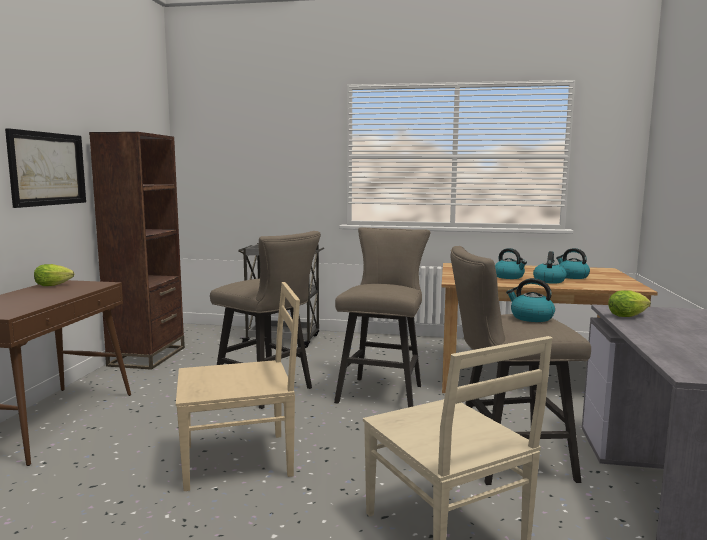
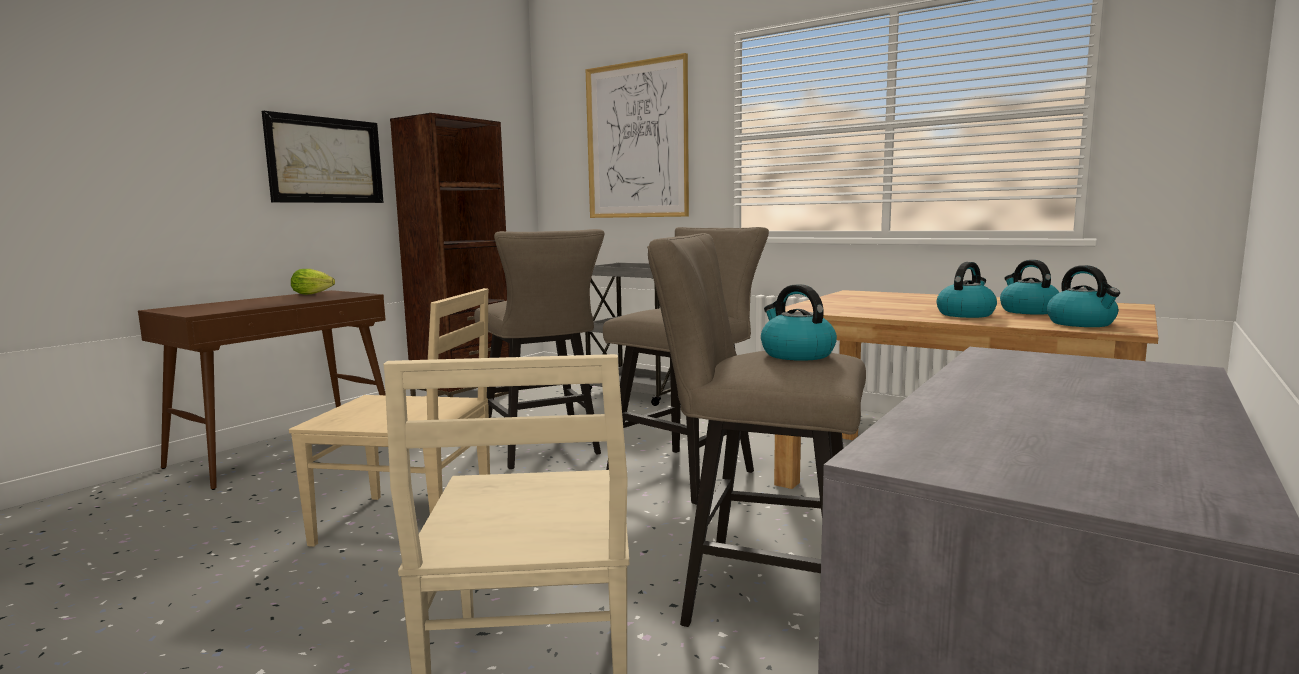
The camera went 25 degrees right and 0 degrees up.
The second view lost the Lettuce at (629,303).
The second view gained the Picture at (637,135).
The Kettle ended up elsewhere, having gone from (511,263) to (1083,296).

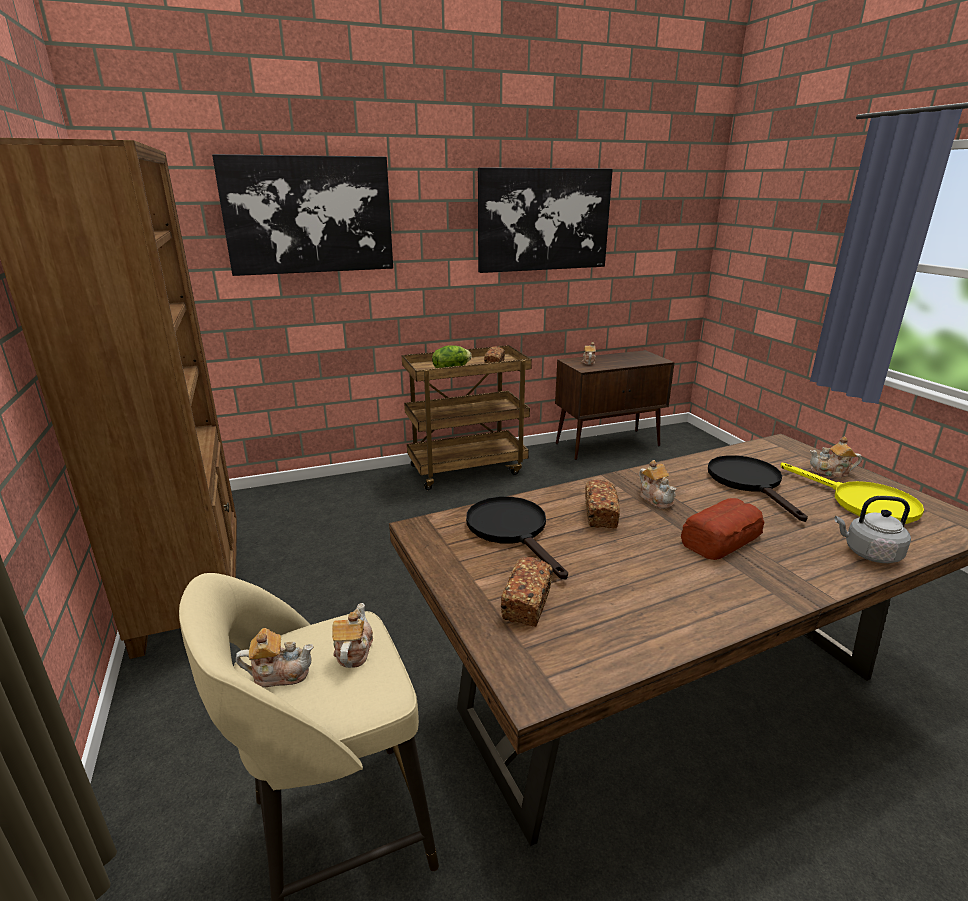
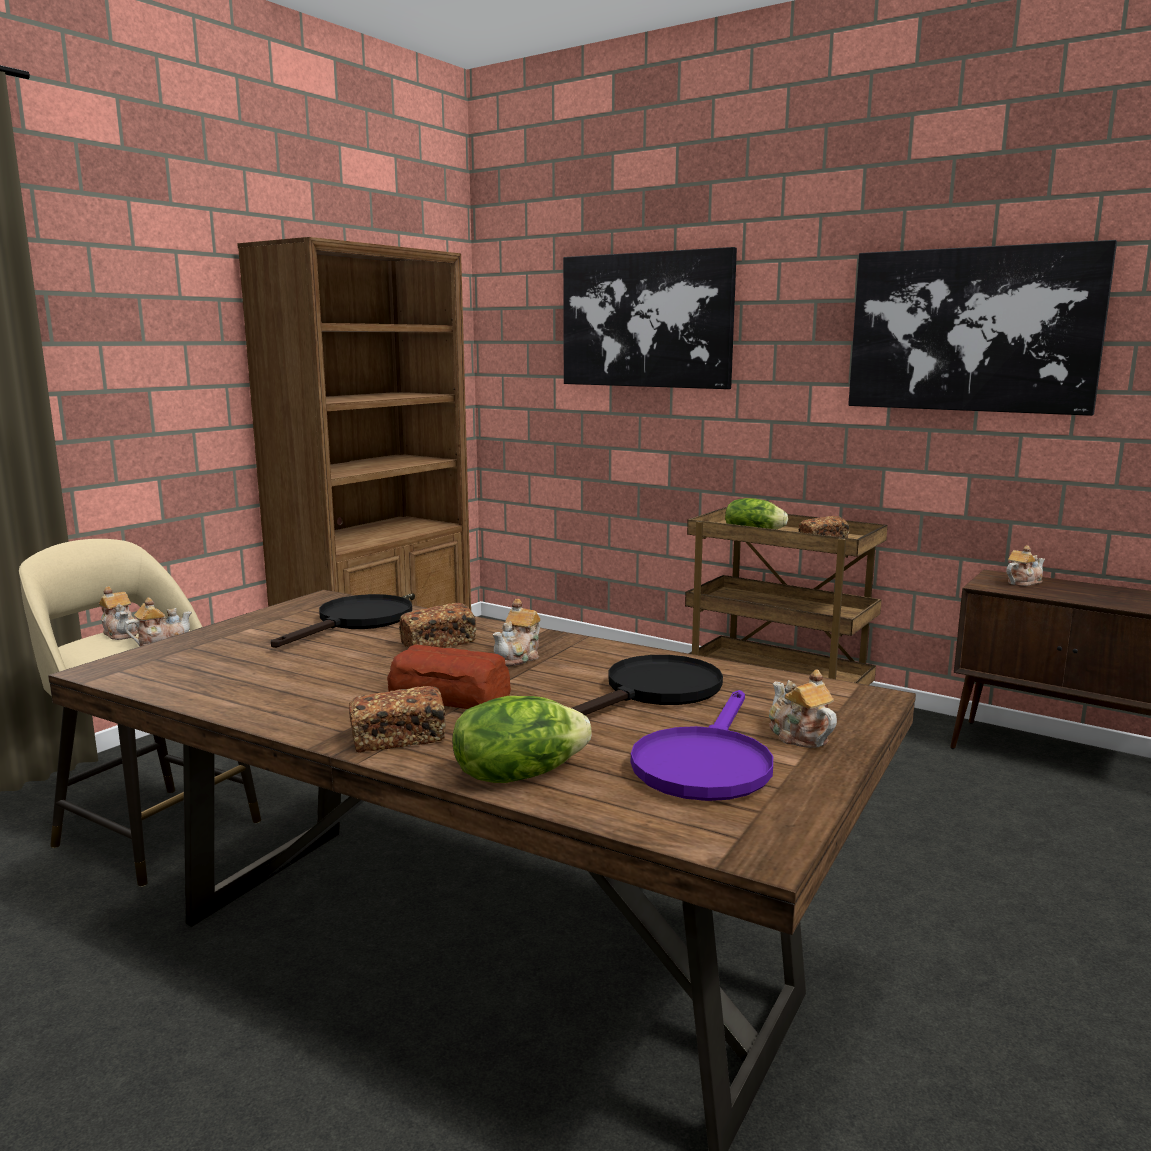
The camera went 55 degrees right and 10 degrees down.
The Bread ended up elsewhere, having gone from (527,591) to (397,719).
Where the GreyKettle stood at (872,529), the Lettuce came to stand at (522,739).
What was the YellowFryingPan at (852,493) turned into the PurpleFryingPan at (702,745).

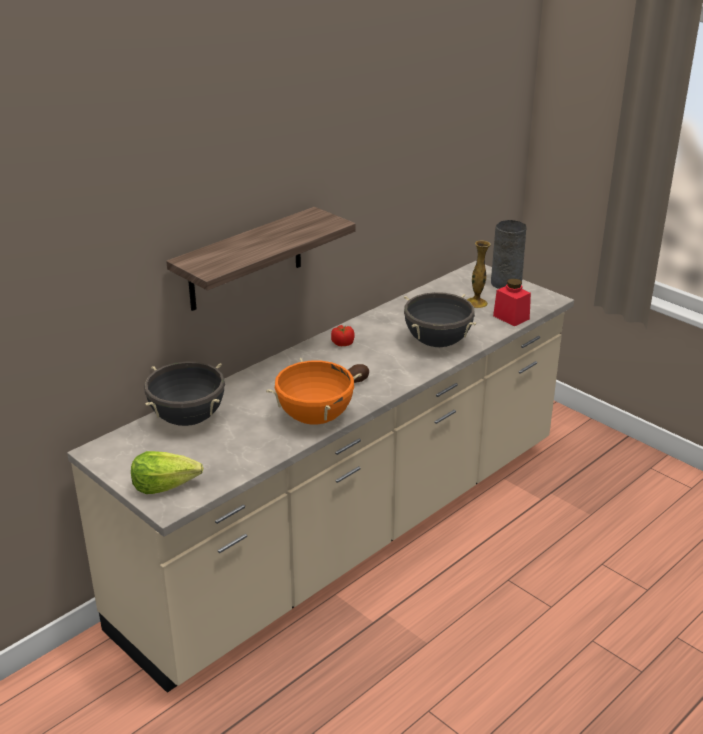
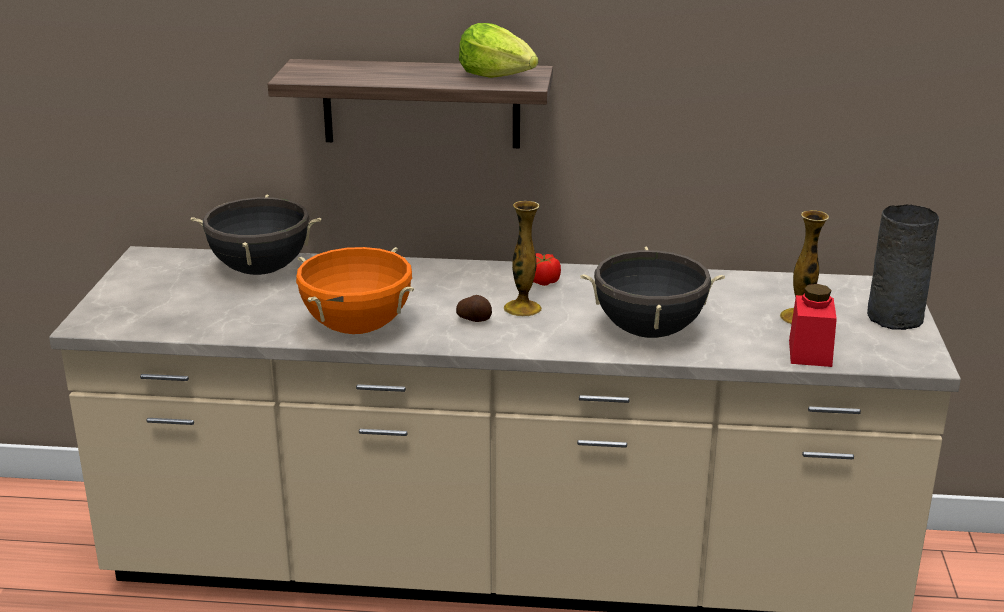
The camera went 50 degrees right and 5 degrees down.
The second view gained the Vase at (523,259).
The Lettuce ended up elsewhere, having gone from (167,472) to (498,50).

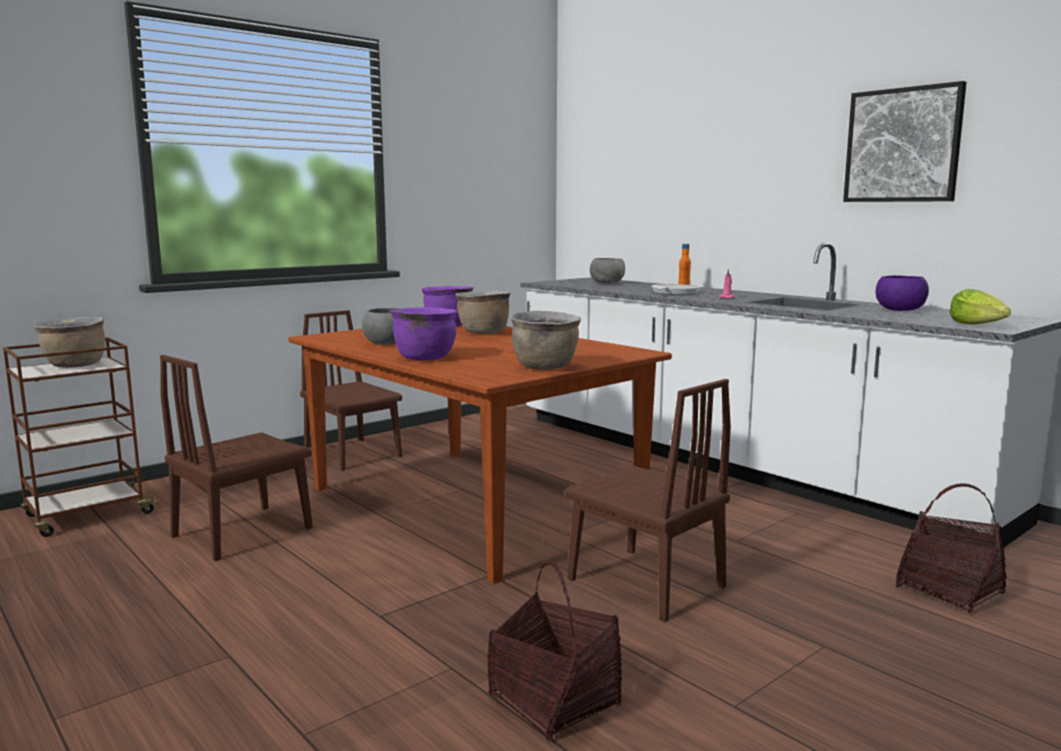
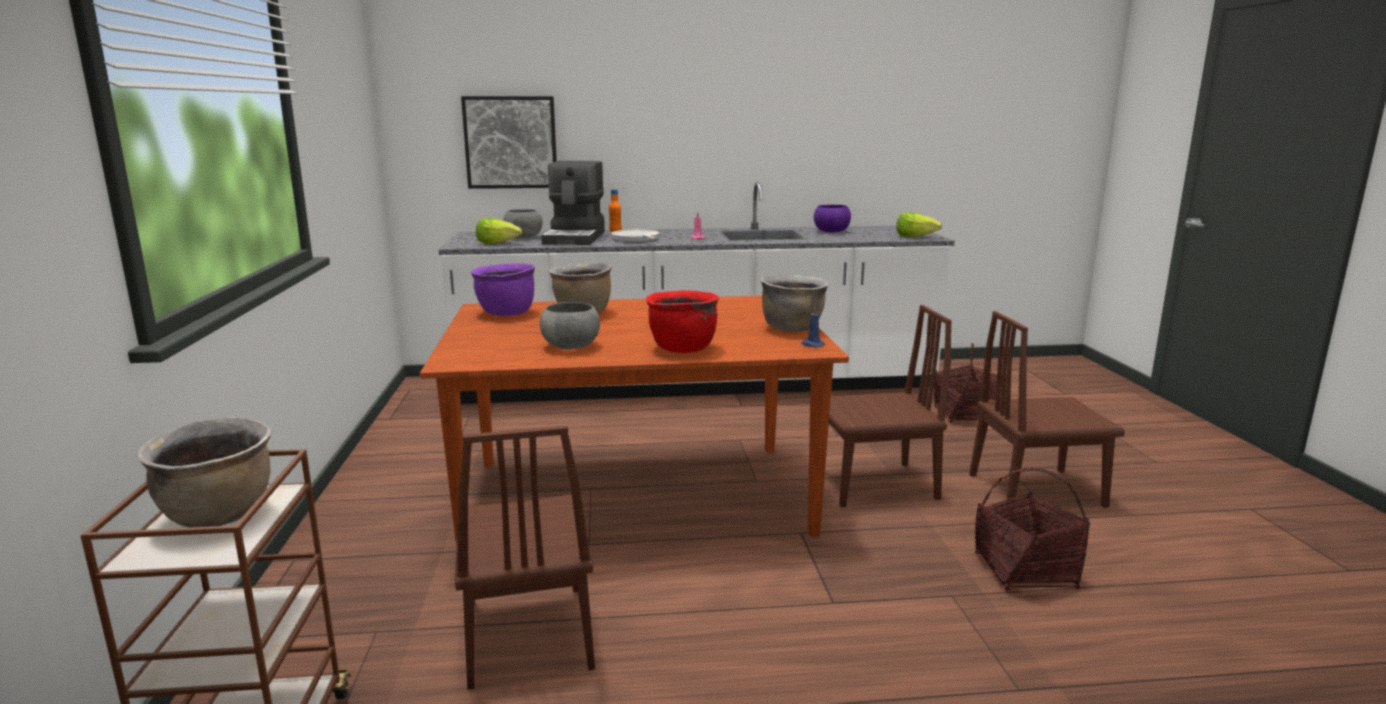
The camera went 55 degrees left and 5 degrees up.
The second view gained the Lettuce at (499,231).
The second view gained the CoffeeMachine at (573,203).
The second view gained the BlueCandle at (813,326).
The BrownChair ended up elsewhere, having gone from (351,390) to (1047,412).
The Picture ended up elsewhere, having gone from (905,141) to (509,142).
What was the PurpleCookingPot at (424,334) turned into the RedCookingPot at (682,321).

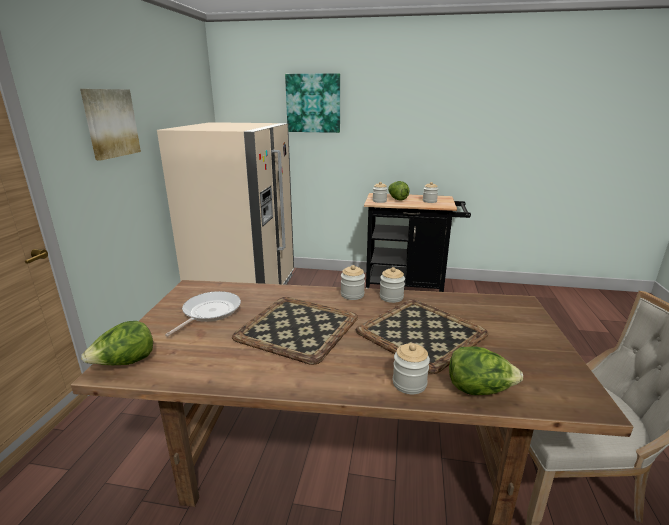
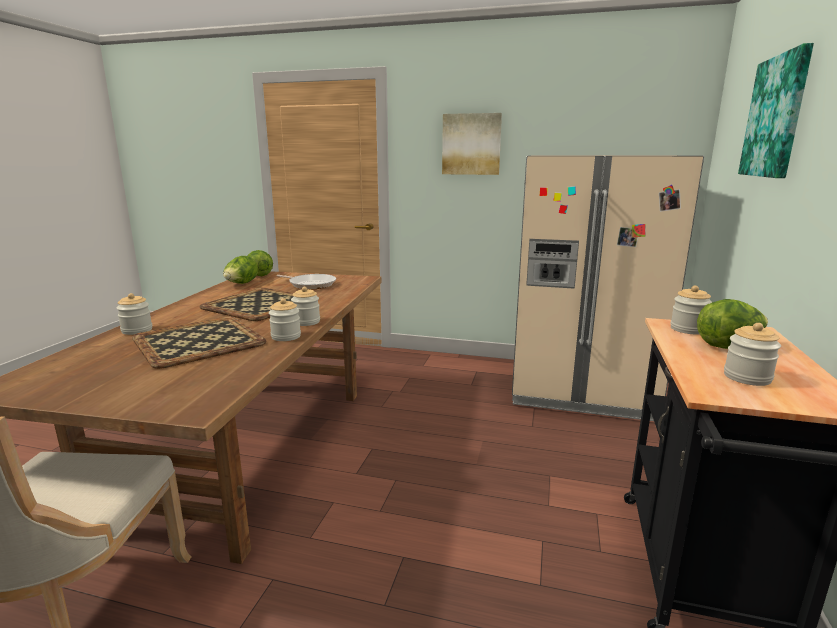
The camera went 95 degrees right and 5 degrees down.
The Lettuce ended up elsewhere, having gone from (486,370) to (240,270).

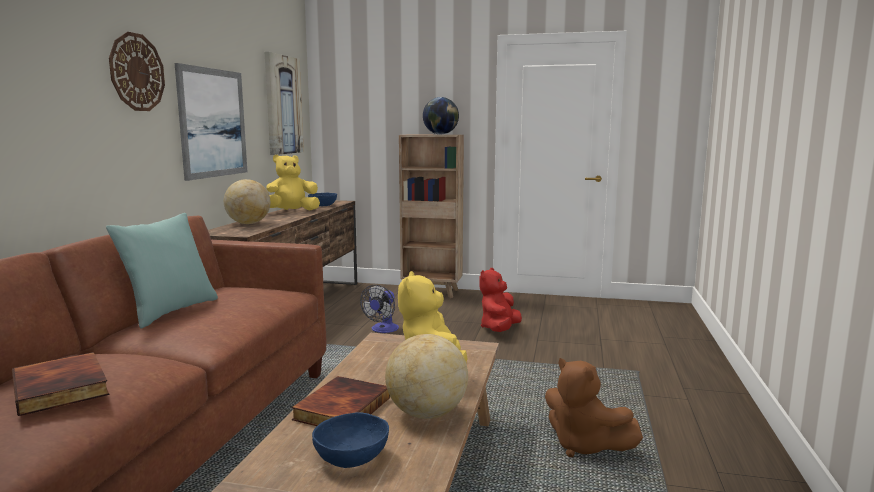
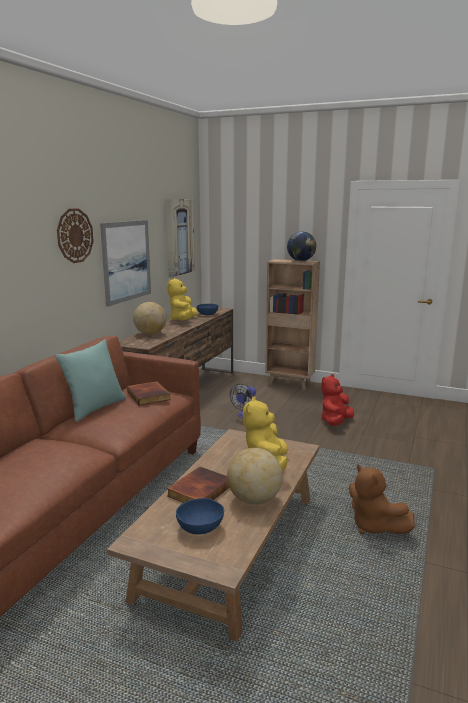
The camera went 10 degrees right and 5 degrees up.
The Book ended up elsewhere, having gone from (60,384) to (149,393).
The YellowPlushToy at (293,182) ended up facing another way, 60 degrees counterclockwise from before.

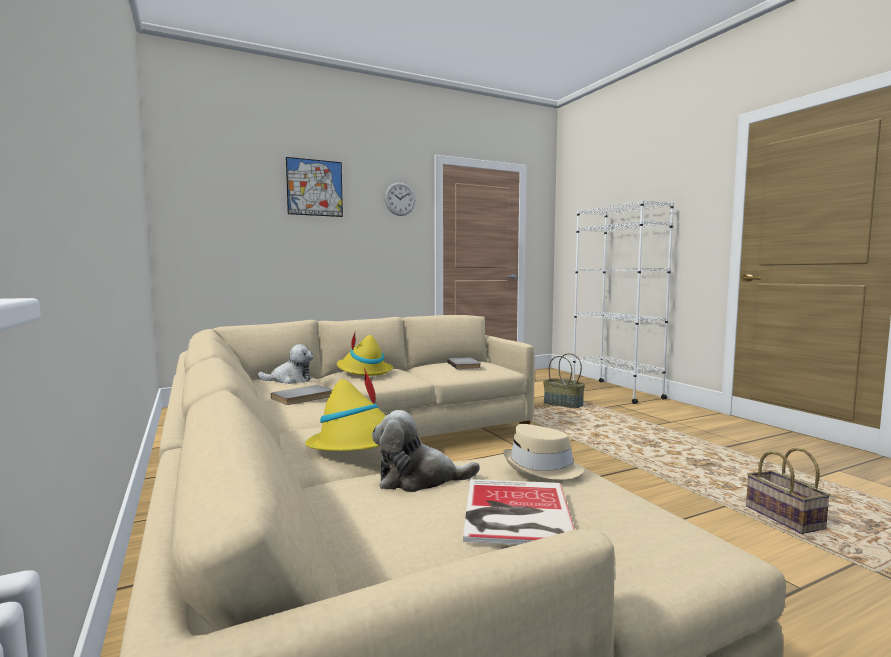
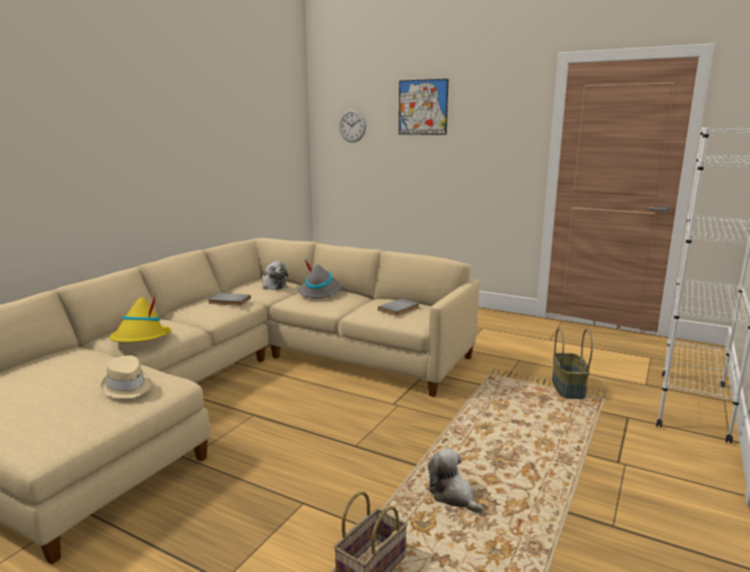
The camera went 55 degrees right and 10 degrees up.
The second view lost the Book at (519,512).
The PlushToy ended up elsewhere, having gone from (426,451) to (455,481).
The WallClock ended up elsewhere, having gone from (399,199) to (352,126).
What was the YellowHat at (365,354) turned into the GreyHat at (319,279).

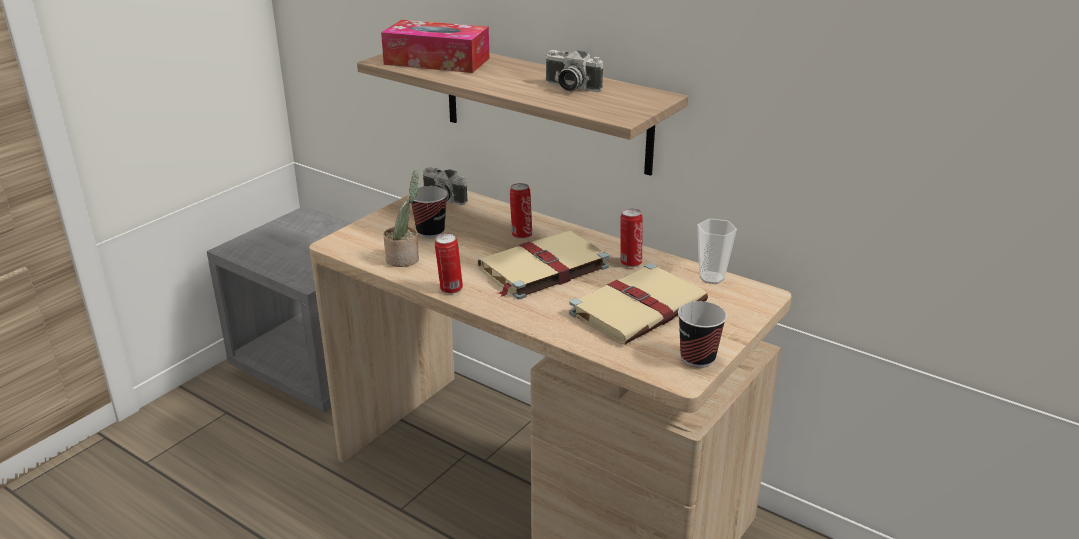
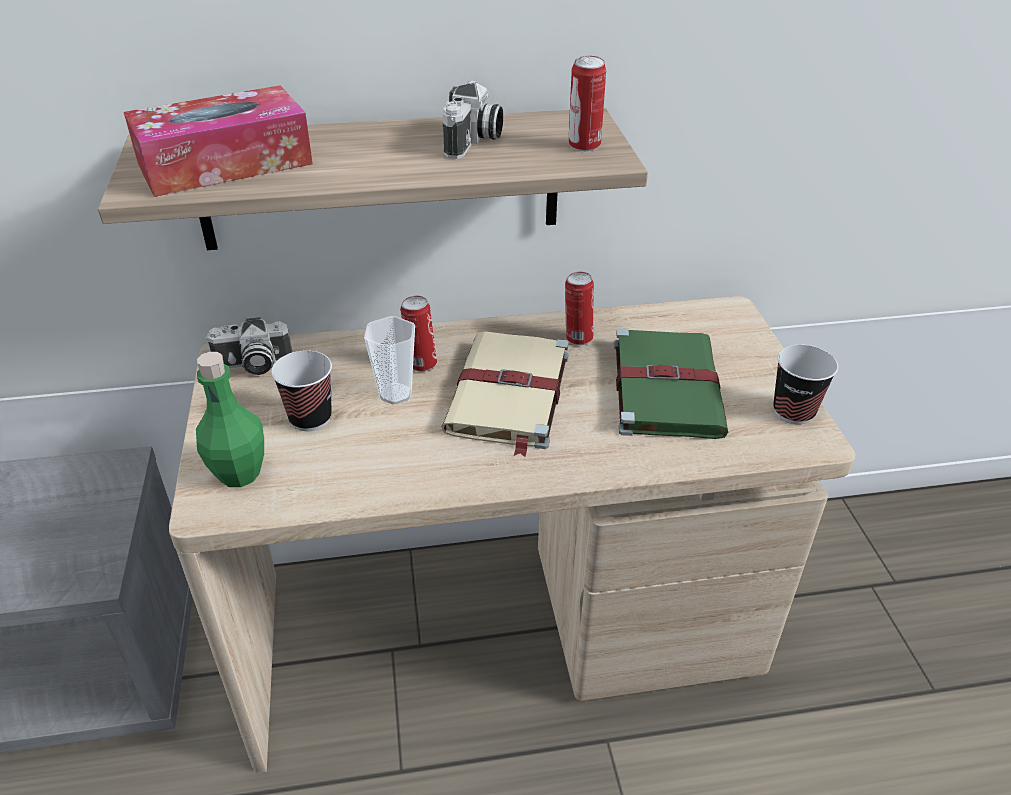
The camera went 45 degrees left and 10 degrees up.
The second view lost the PottedPlant at (401,218).
The second view gained the GreenBottle at (230,419).
The Can ended up elsewhere, having gone from (449,263) to (587,103).
The Cup ended up elsewhere, having gone from (717,251) to (389,360).
What was the BeigeBook at (638,304) turned into the GreenBook at (671,383).
The PhotoCamera at (574,71) ended up facing another way, 60 degrees counterclockwise from before.

